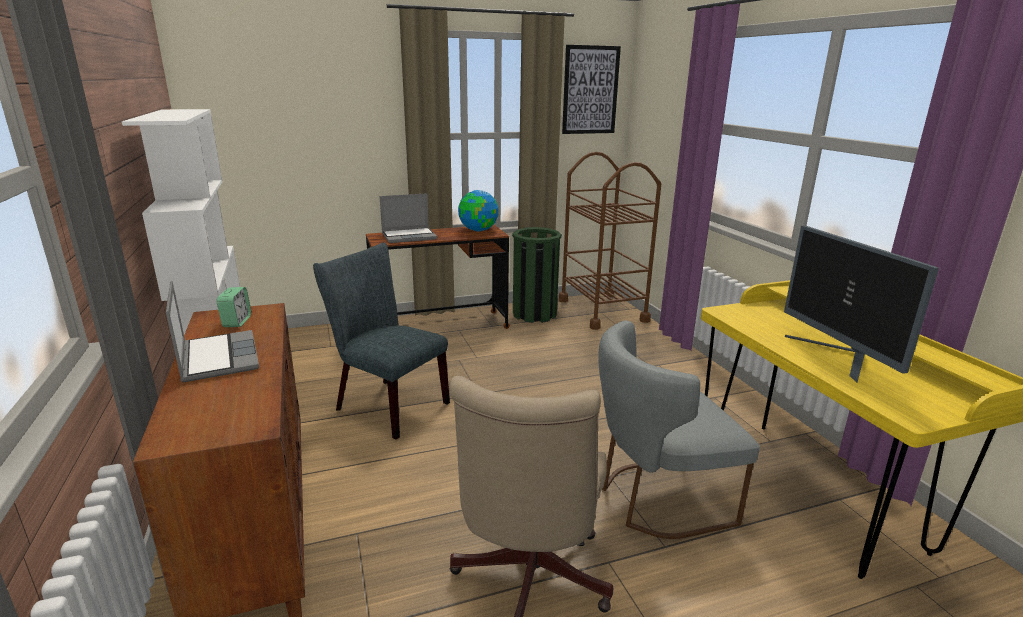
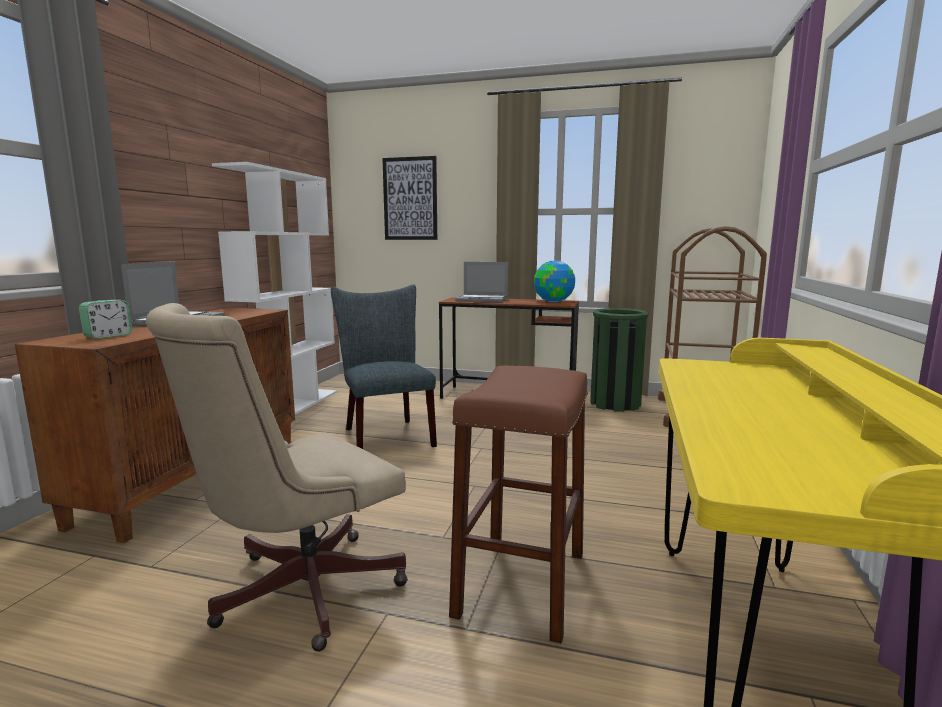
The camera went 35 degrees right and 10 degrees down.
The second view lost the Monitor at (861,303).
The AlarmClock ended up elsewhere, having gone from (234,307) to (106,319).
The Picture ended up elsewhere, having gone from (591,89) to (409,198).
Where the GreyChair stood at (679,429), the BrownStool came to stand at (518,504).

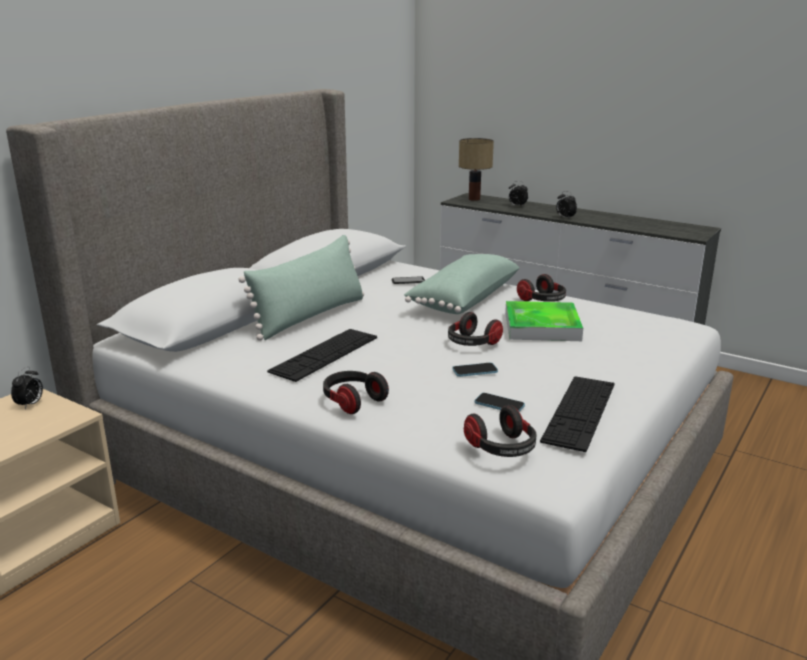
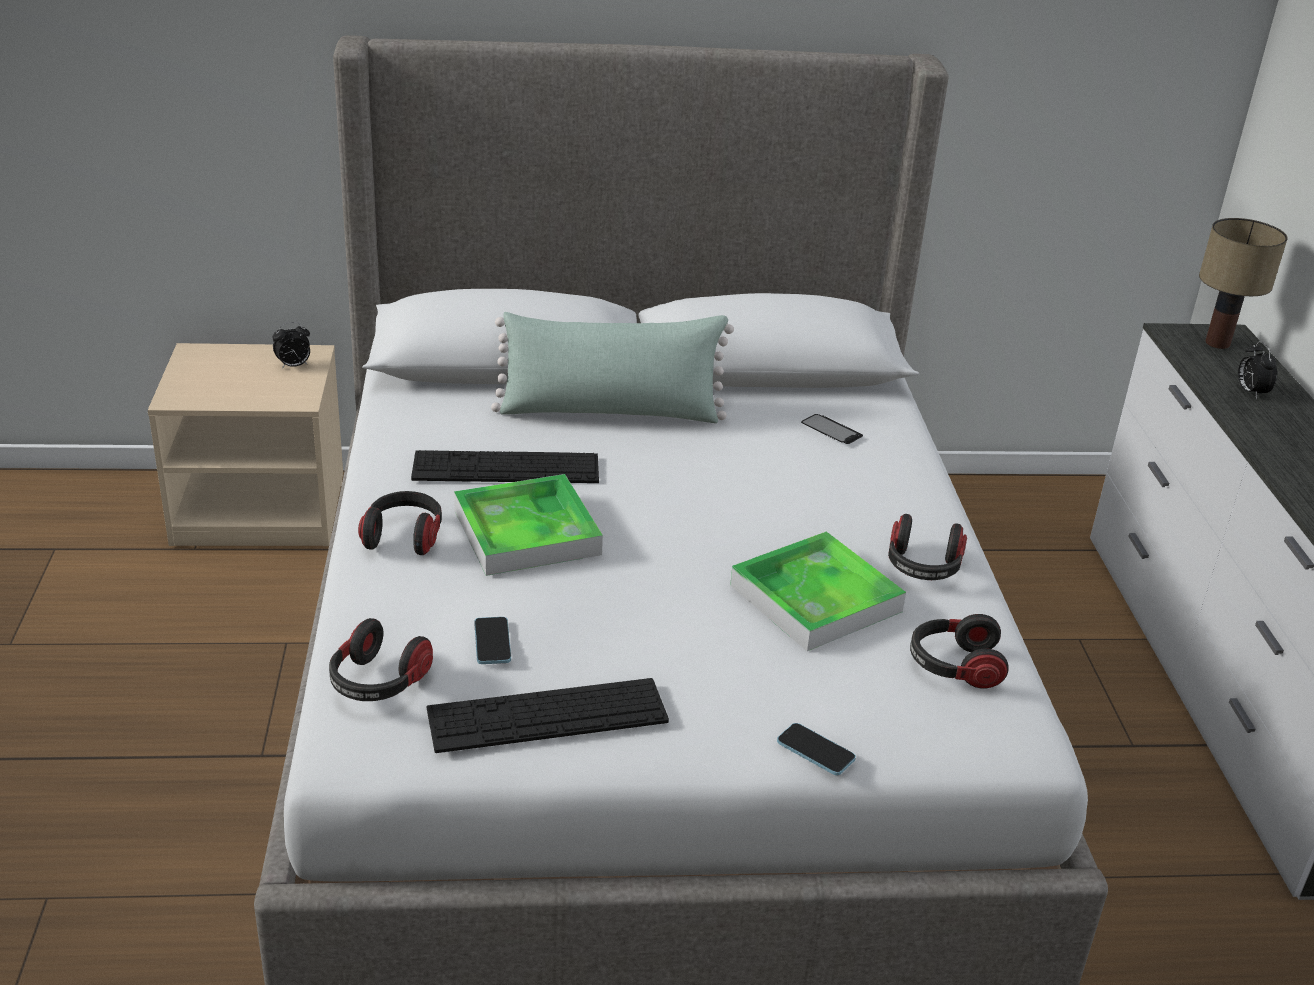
The camera went 50 degrees right and 10 degrees up.
The second view lost the GreenPillow at (461,284).
The second view lost the AlarmClock at (566,205).
The second view gained the Tray at (528,525).
The Headphones ended up elsewhere, having gone from (475,329) to (959,651).
The Phone ended up elsewhere, having gone from (475,370) to (816,749).

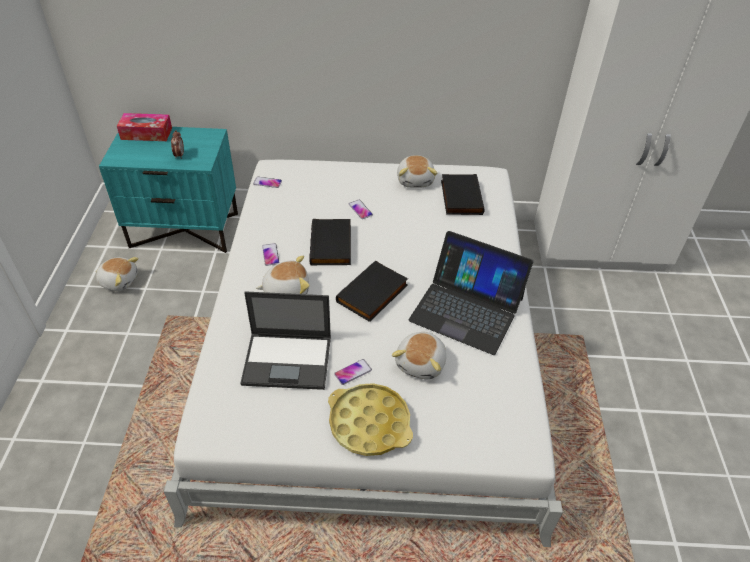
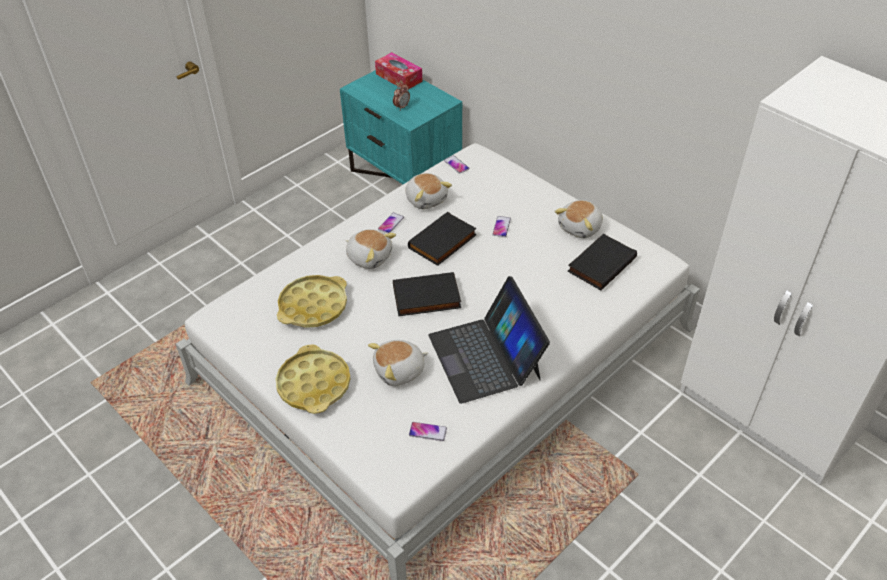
The camera went 45 degrees right and 0 degrees up.
The PlushToy ended up elsewhere, having gone from (117,274) to (428,191).
The Phone ended up elsewhere, having gone from (353,372) to (428,431).
Where the Laptop stood at (285,340), the YellowTray came to stand at (312,301).

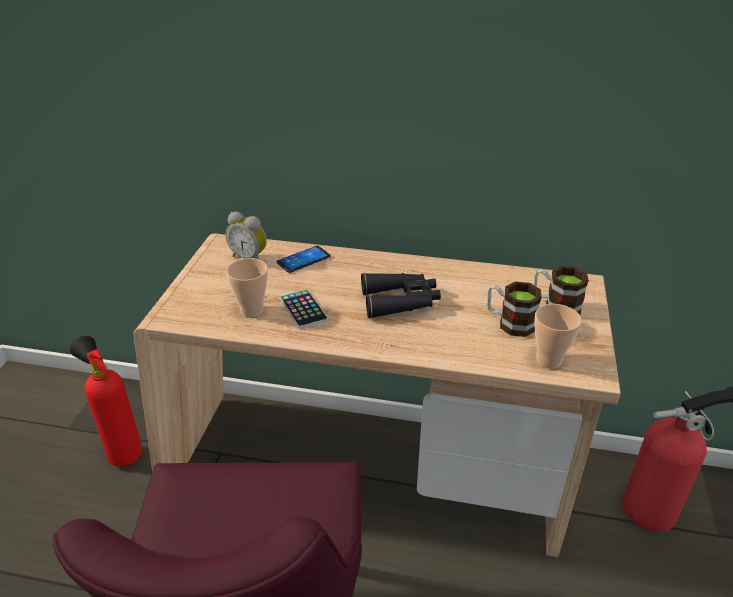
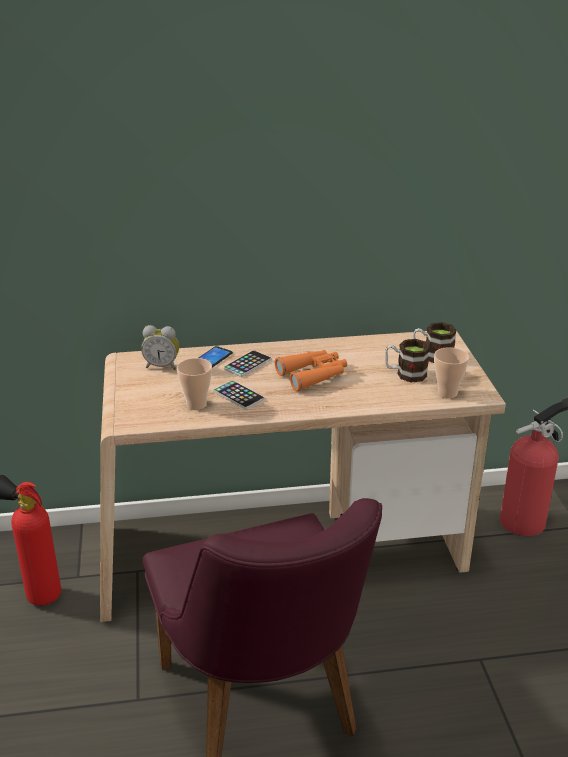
The camera went 20 degrees left and 5 degrees down.
The second view gained the Phone at (248,363).
What was the BlackBinoculars at (401,296) turned into the OrangeBinoculars at (311,370).

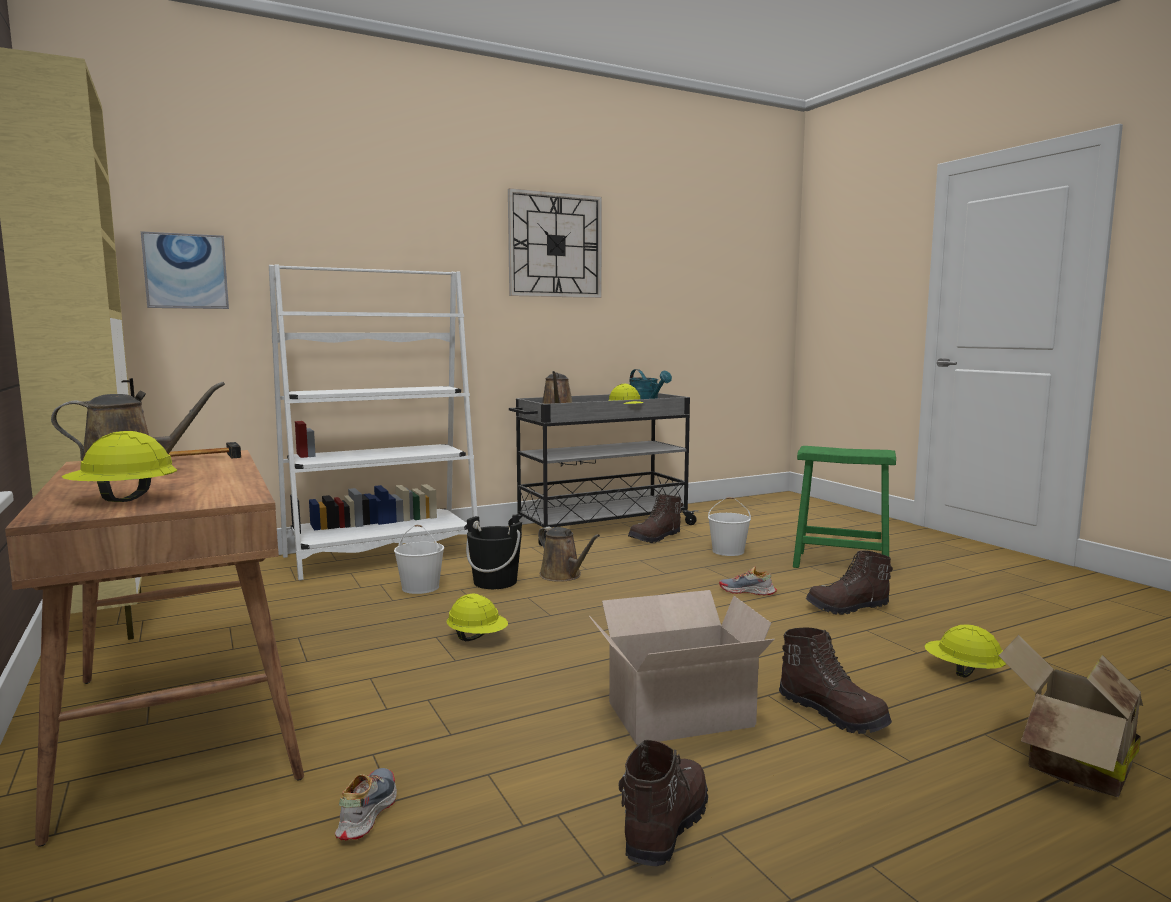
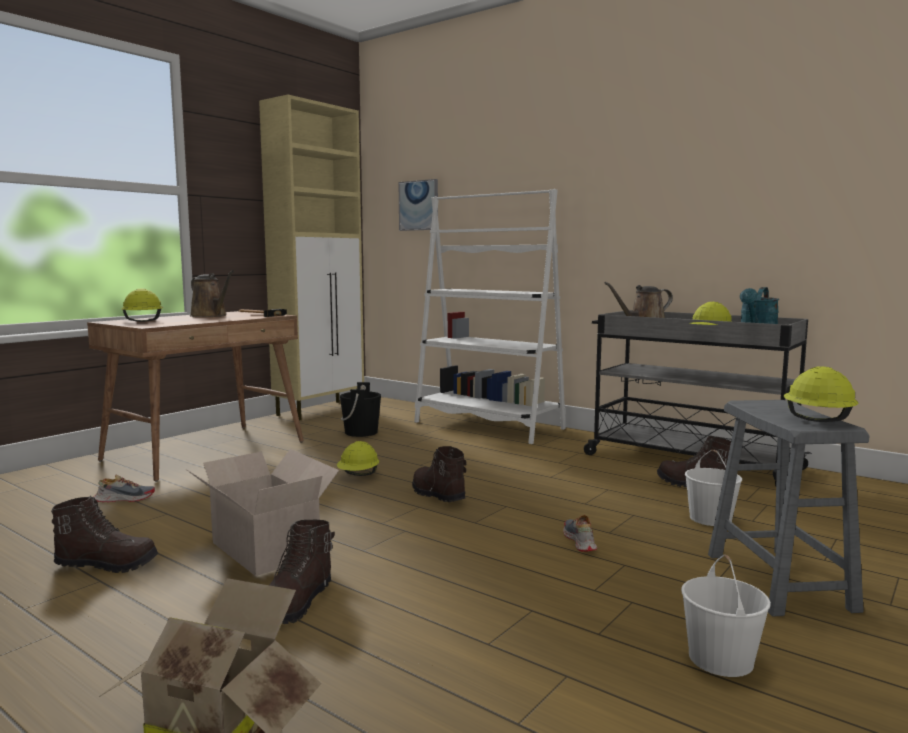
The camera went 65 degrees right and 0 degrees up.
The second view lost the WallClock at (555,243).
The second view lost the BrownWateringCan at (569,554).
The WhiteBucket ended up elsewhere, having gone from (419,559) to (726,615).
The BlackBucket ended up elsewhere, having gone from (494,552) to (360,409).
The BrownBoot ended up elsewhere, having gone from (849,582) to (439,474).
The YellowHardHat ended up elsewhere, having gone from (965,651) to (821,394).
What was the GreenStool at (844,507) turned into the GreyStool at (788,508).

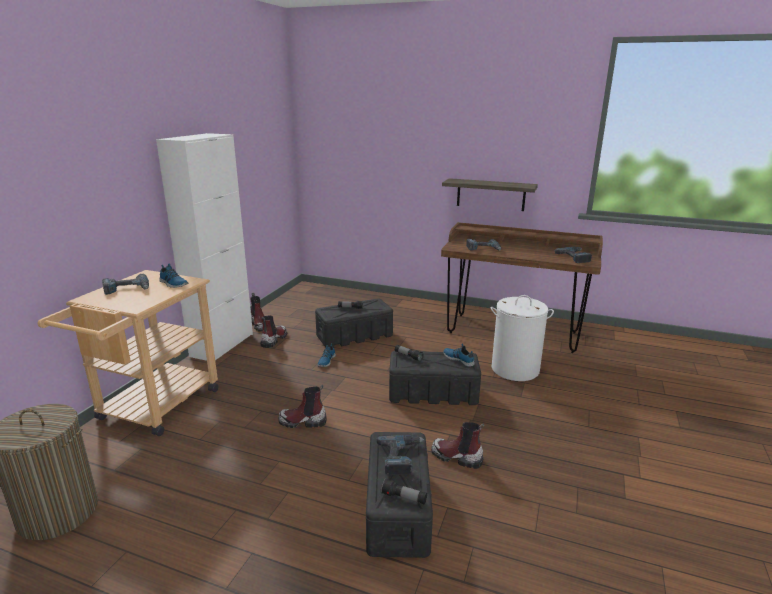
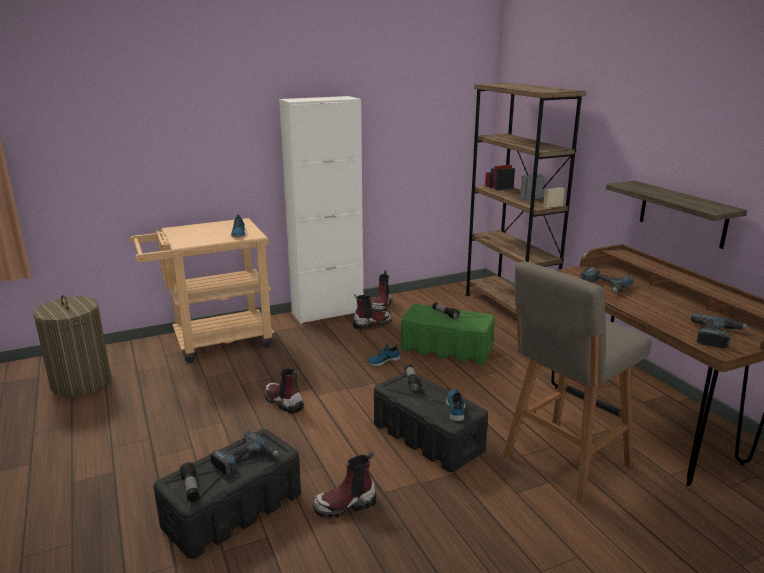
The camera went 45 degrees right and 0 degrees up.
The second view lost the PowerDrill at (125,284).
The second view gained the BrownBookcase at (525,198).
Where the WhiteLaundryBasket stood at (522,338), the GreyStool came to stand at (577,382).
What was the BlackStorageBox at (354,323) turned into the GreenStorageBox at (448,334).
The Boot at (458,445) ended up facing another way, 90 degrees counterclockwise from before.

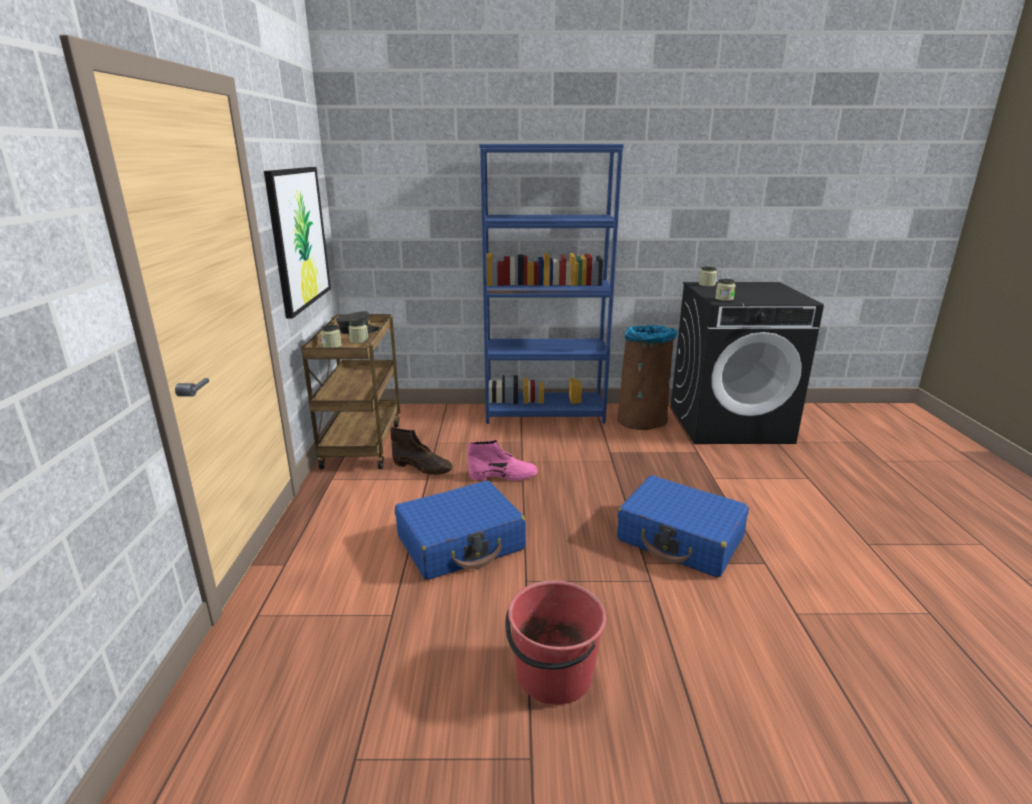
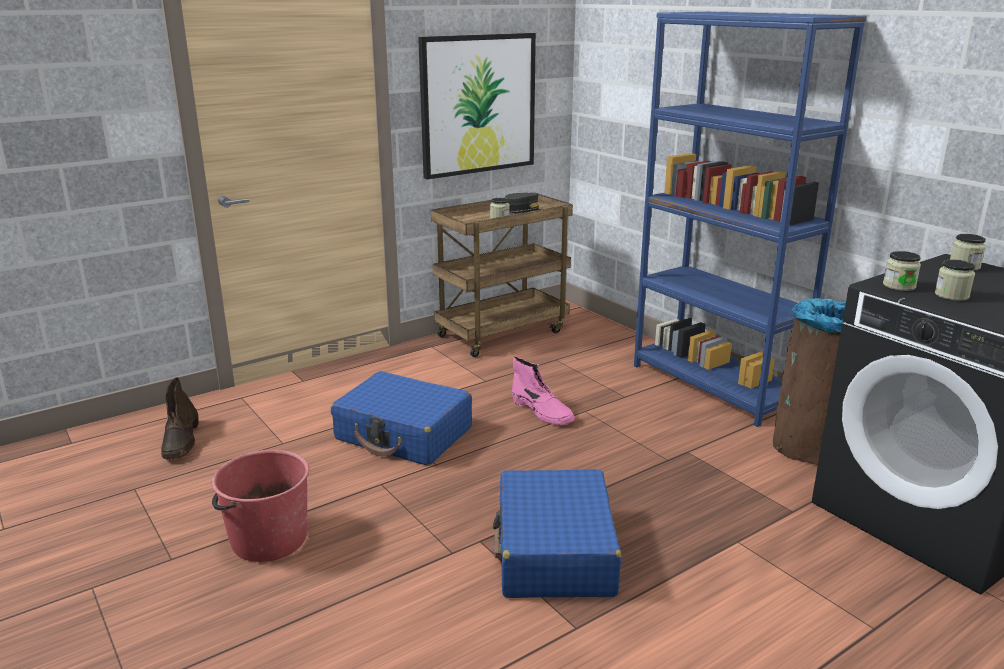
The camera went 55 degrees right and 0 degrees up.
The Jar ended up elsewhere, having gone from (331,336) to (955,280).
The BrownBoot ended up elsewhere, having gone from (421,451) to (180,418).

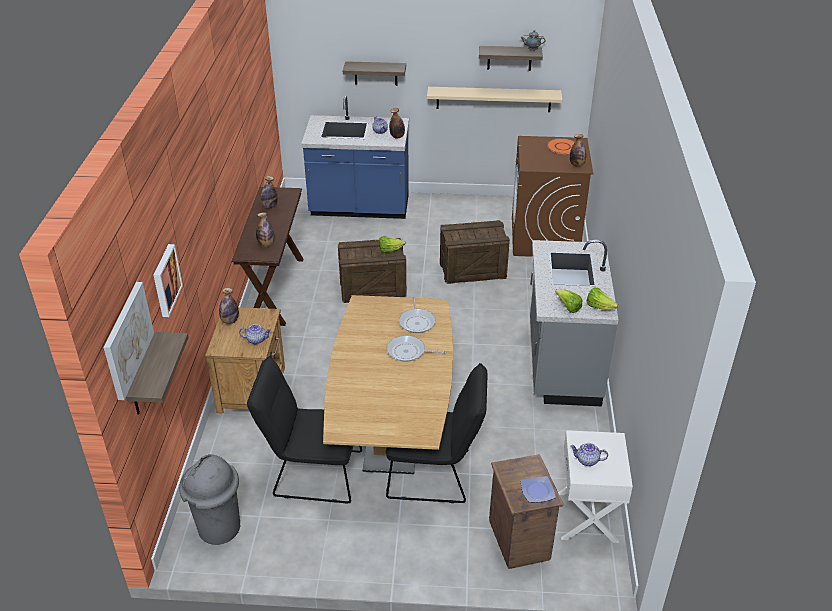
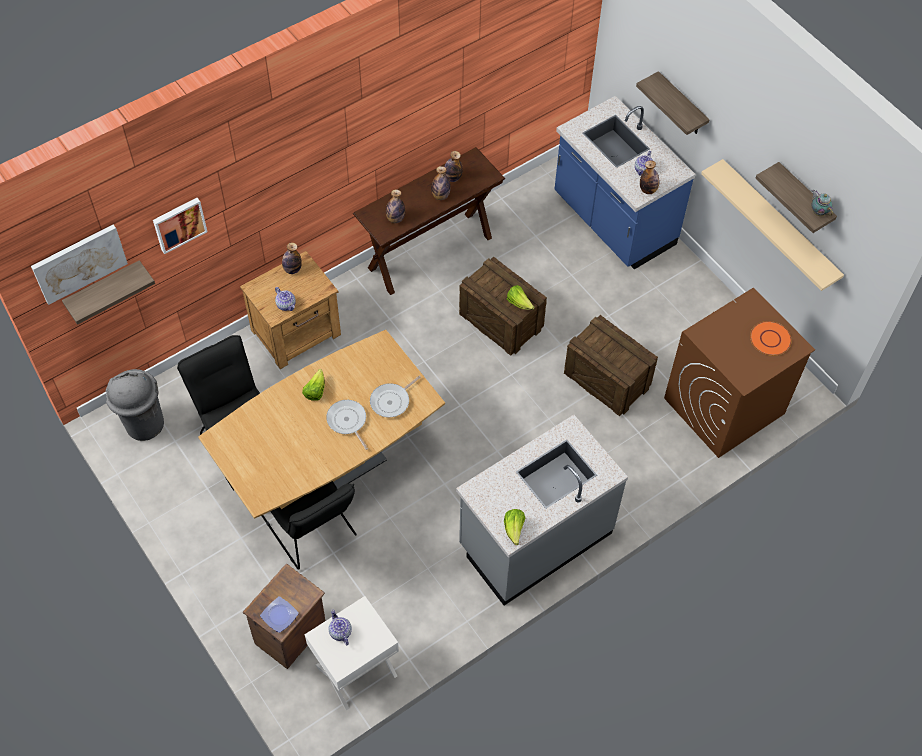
The camera went 50 degrees right and 20 degrees up.
The Lettuce ended up elsewhere, having gone from (568,301) to (313,385).
The Bottle ended up elsewhere, having gone from (578,150) to (441,183).

